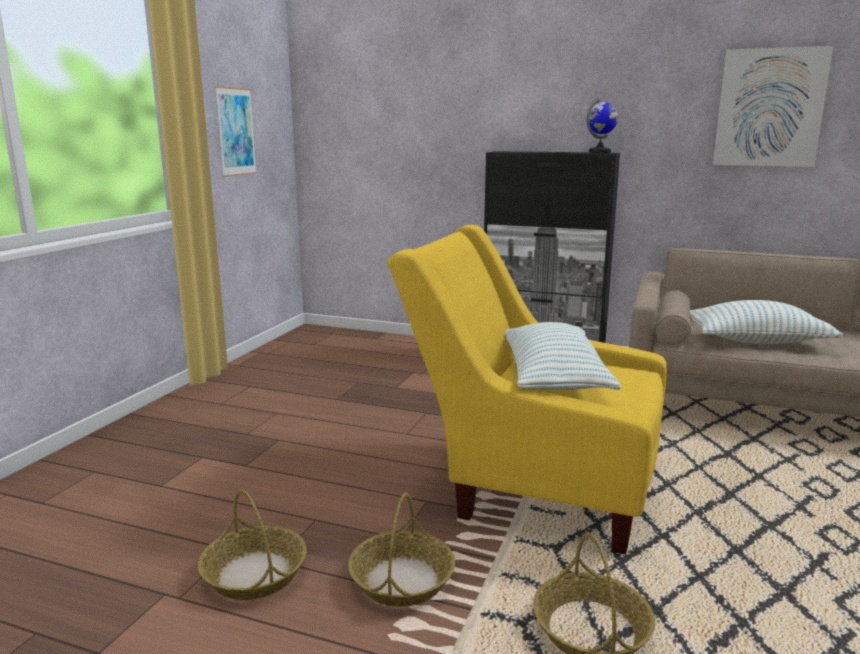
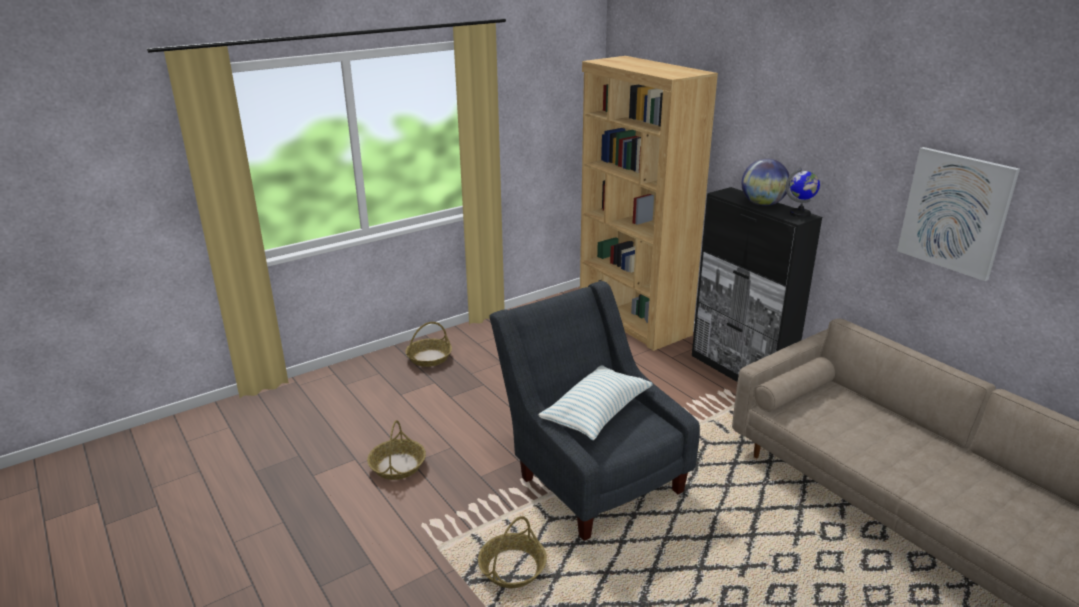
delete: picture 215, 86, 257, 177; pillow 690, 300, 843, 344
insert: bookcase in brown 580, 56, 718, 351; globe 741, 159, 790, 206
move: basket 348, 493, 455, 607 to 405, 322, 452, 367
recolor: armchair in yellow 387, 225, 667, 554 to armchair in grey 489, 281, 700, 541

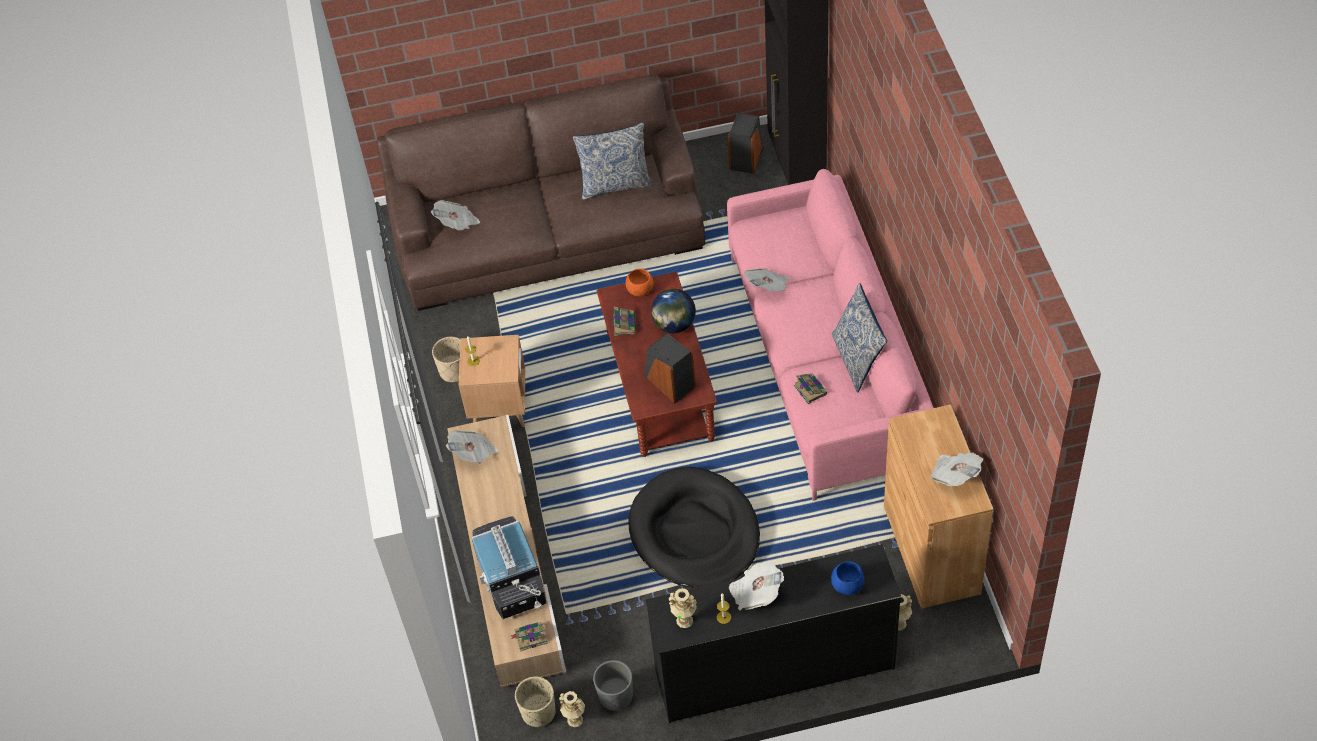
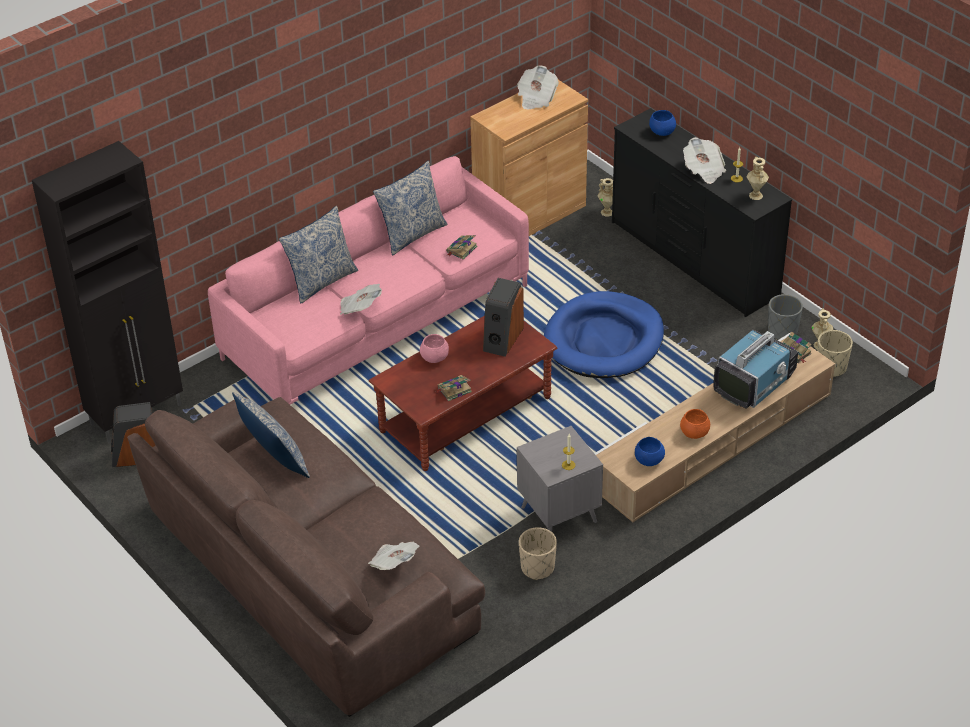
insert: pillow 279, 206, 358, 303
move: bowl in orange 626, 269, 654, 296 to 680, 409, 710, 439
replace: globe 651, 289, 696, 333 to bowl in pink 420, 334, 449, 363; newspaper 446, 430, 498, 464 to bowl in blue 635, 437, 665, 466
recolor: side table in brown 459, 335, 525, 427 to side table in grey 517, 426, 603, 532; dog bed in black 628, 467, 760, 588 to dog bed in blue 544, 291, 664, 378

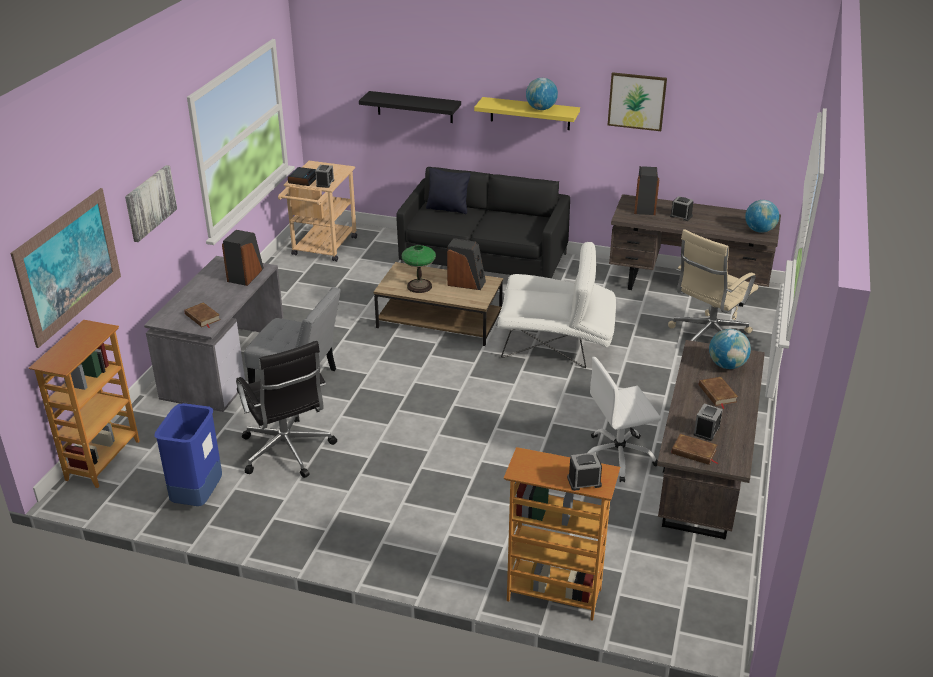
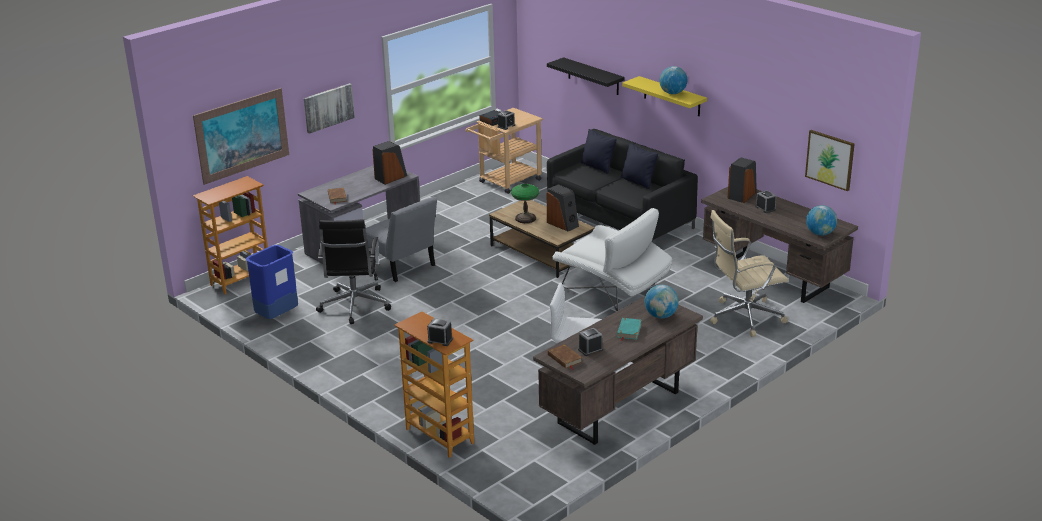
insert: pillow in black 621, 143, 658, 189
move: picture 608, 72, 667, 131 to 805, 130, 855, 191
recolor: book in brown 699, 377, 738, 409 to book in turquoise 617, 318, 641, 341

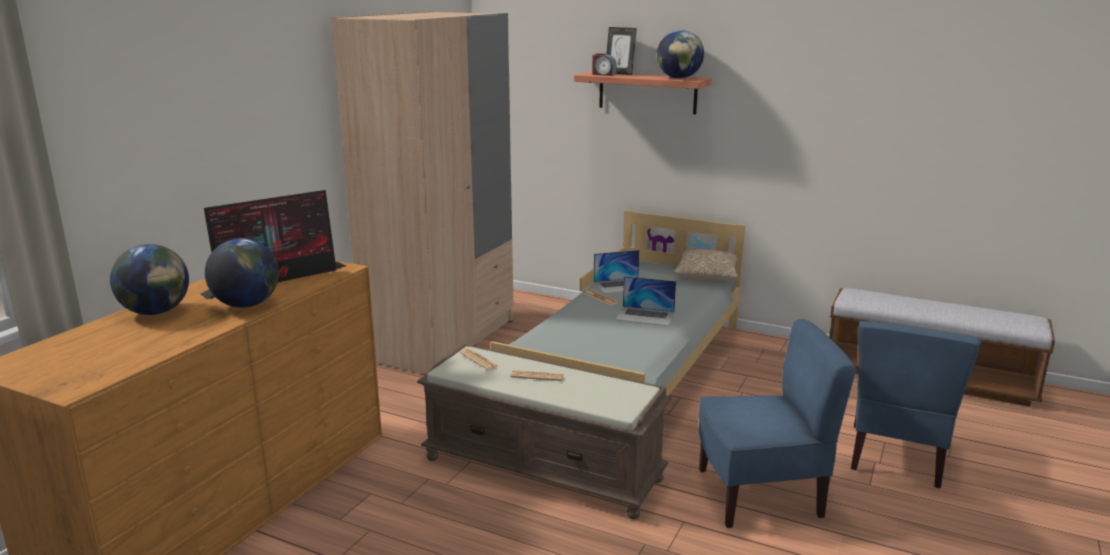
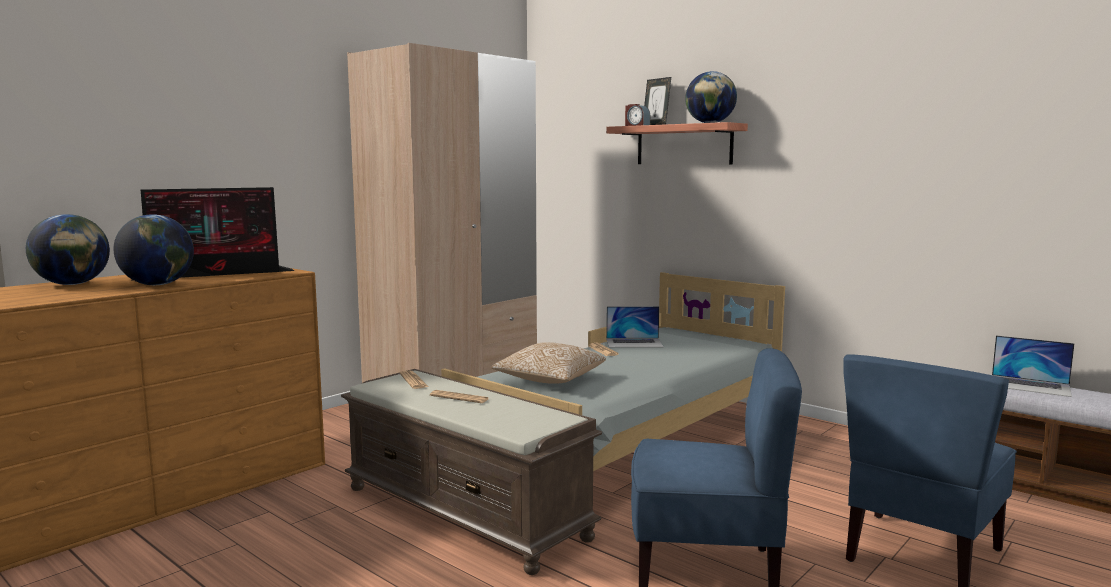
move: pillow 673, 249, 739, 280 to 491, 342, 606, 384; laptop 615, 276, 676, 326 to 992, 335, 1075, 397

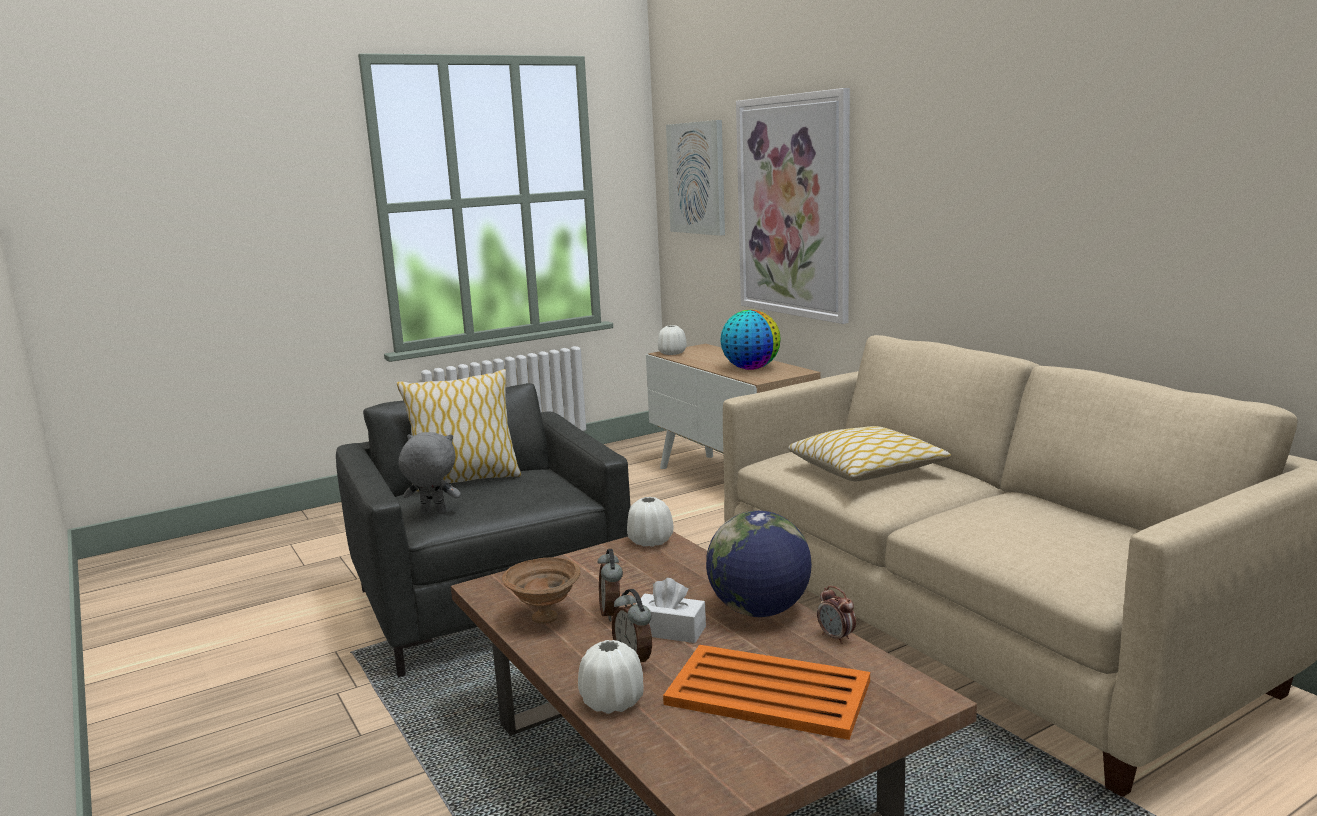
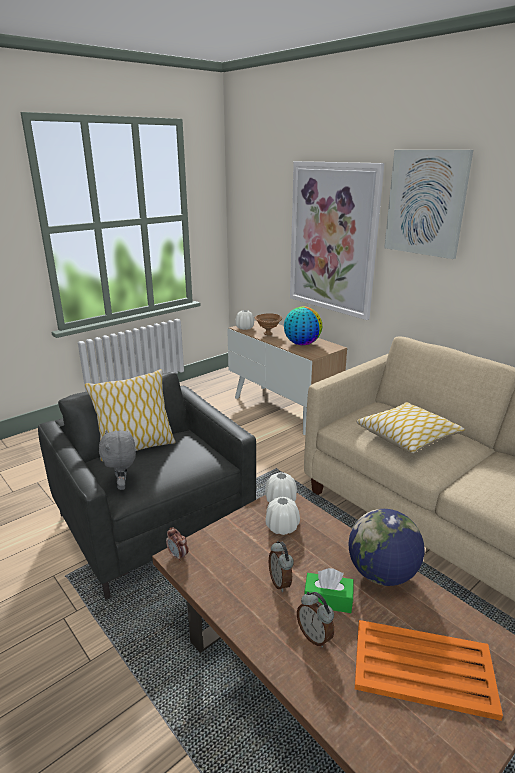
move: alarm clock 817, 586, 856, 644 to 166, 527, 189, 562; bowl in brown 502, 557, 580, 624 to 255, 313, 282, 335; vase in white 578, 640, 644, 714 to 266, 497, 300, 535; picture 666, 120, 725, 236 to 384, 150, 473, 259
recolor: tissue box in white 636, 578, 706, 643 to tissue box in green 304, 568, 354, 613
rotate: plush toy in grey 399, 432, 461, 514 = 99, 429, 136, 490 105 degrees counterclockwise

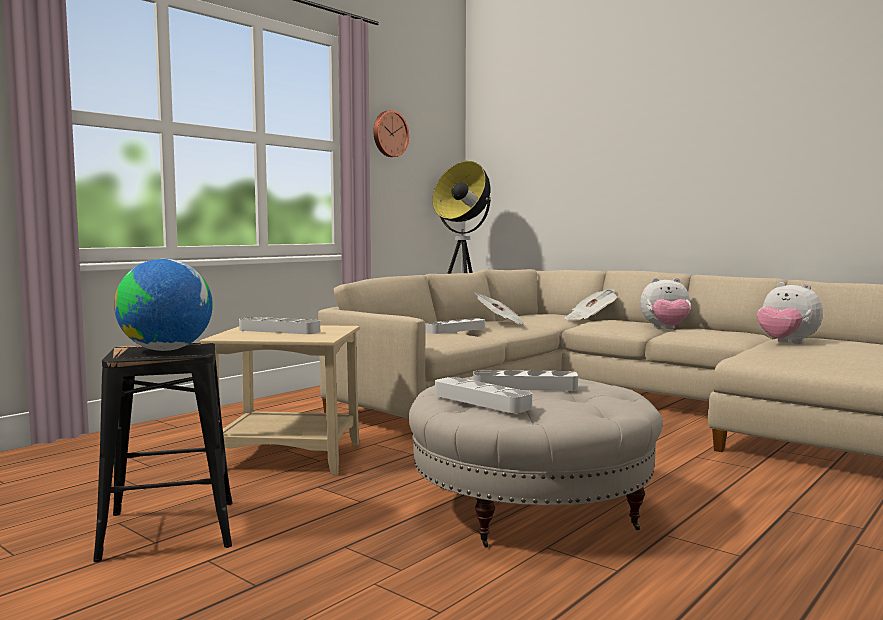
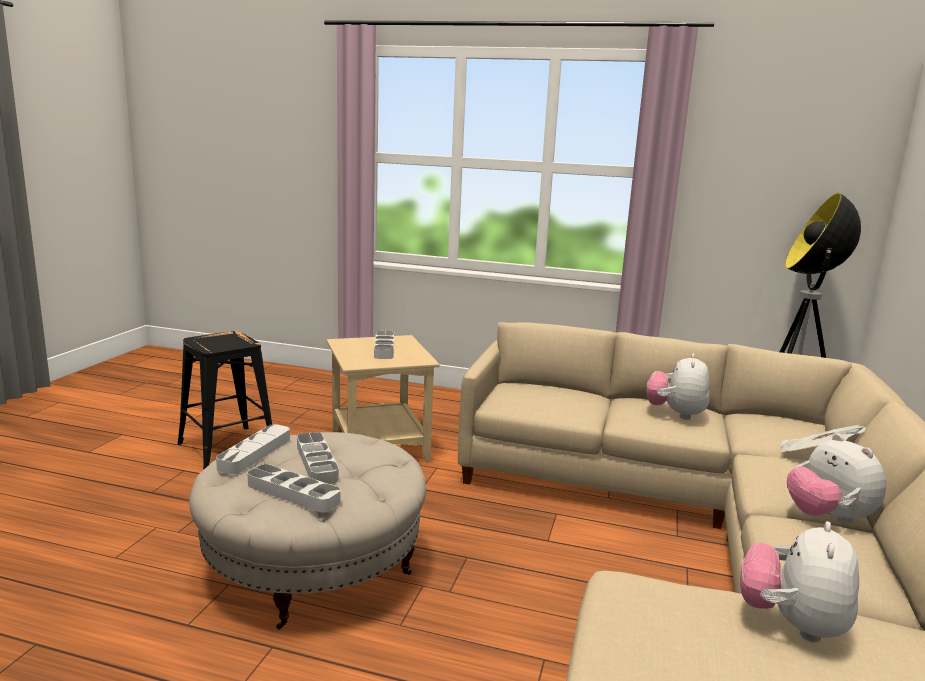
delete: globe 114, 259, 213, 351; wall clock 373, 110, 409, 157
move: tray in grey 425, 318, 485, 334 to 247, 464, 341, 512
replace: newspaper 475, 293, 525, 325 to plush toy 646, 353, 710, 420

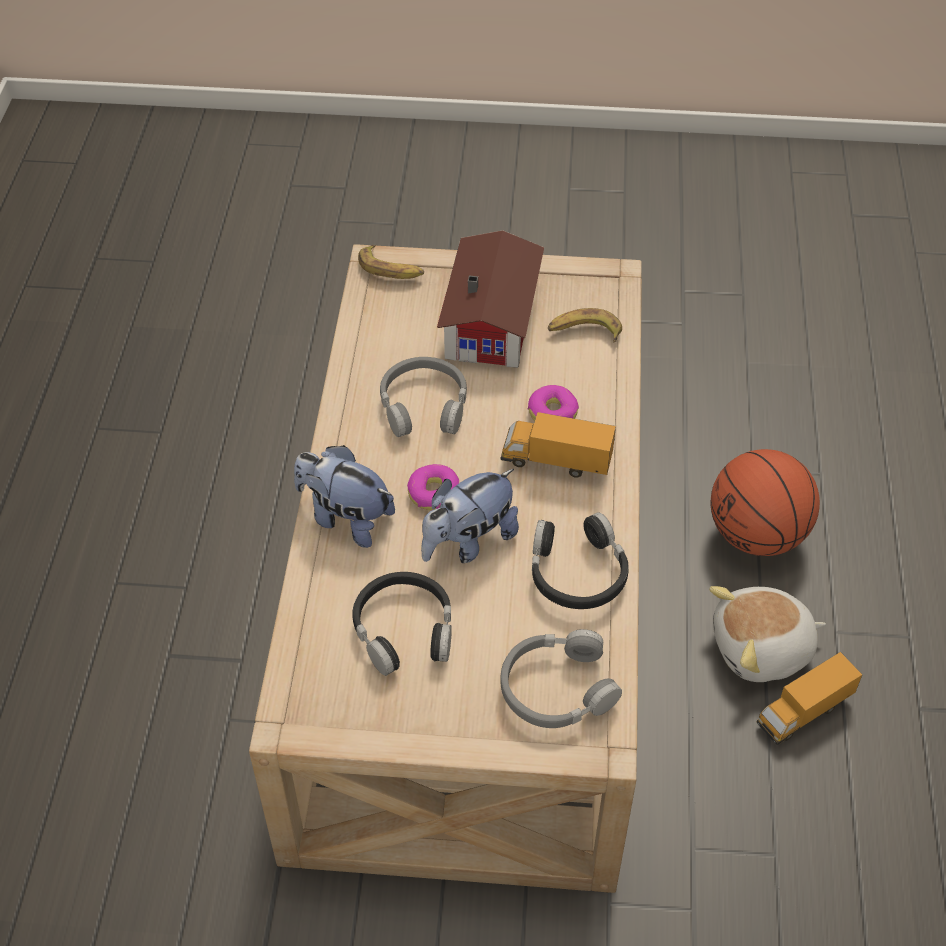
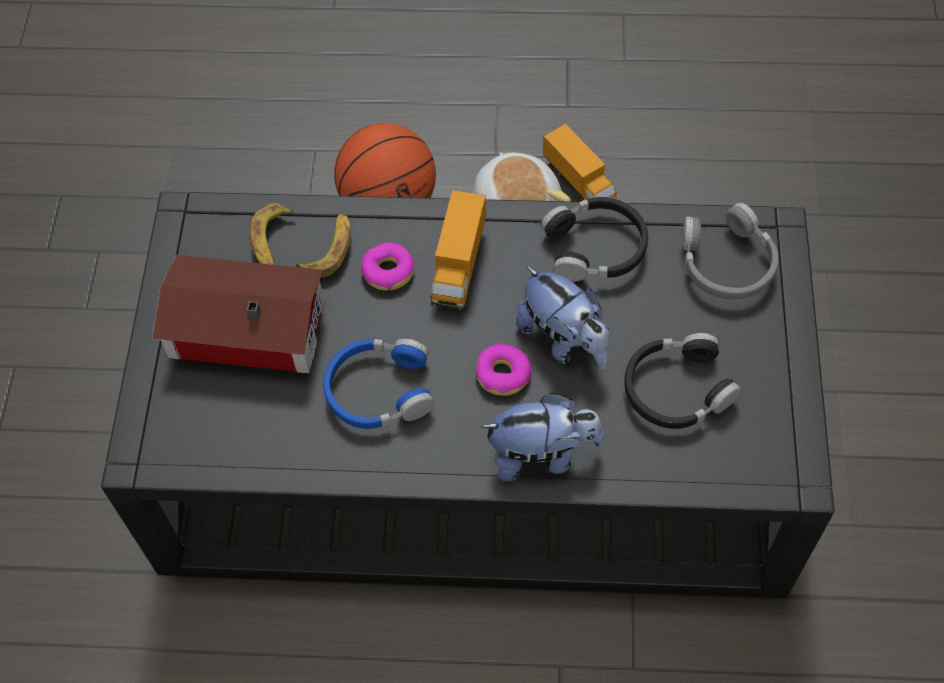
move: banana 358, 245, 424, 279 to 296, 213, 351, 278
recolor: coffee table in beige 249, 244, 642, 893 to coffee table in black 101, 192, 834, 598; headphones in grey 380, 357, 467, 437 to headphones in blue 323, 338, 434, 429
rotate: plush toy 294, 445, 395, 548 = 481, 393, 604, 482 120 degrees counterclockwise

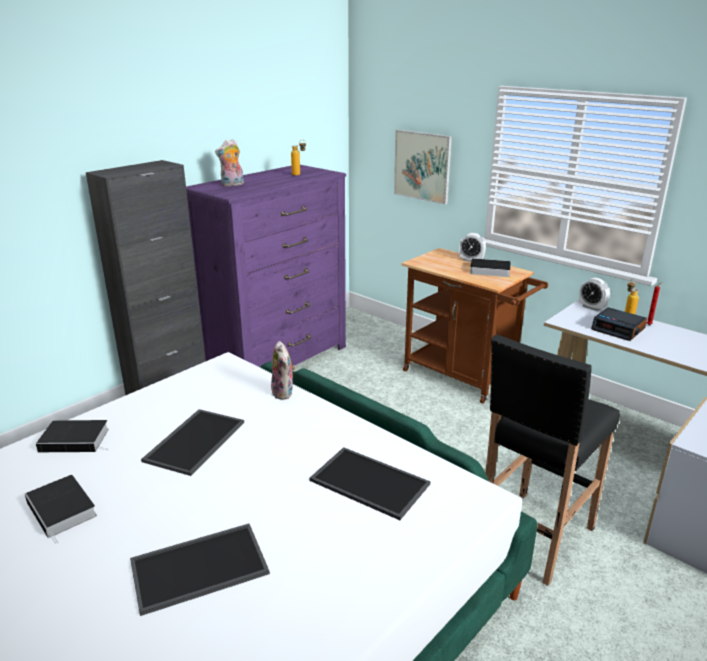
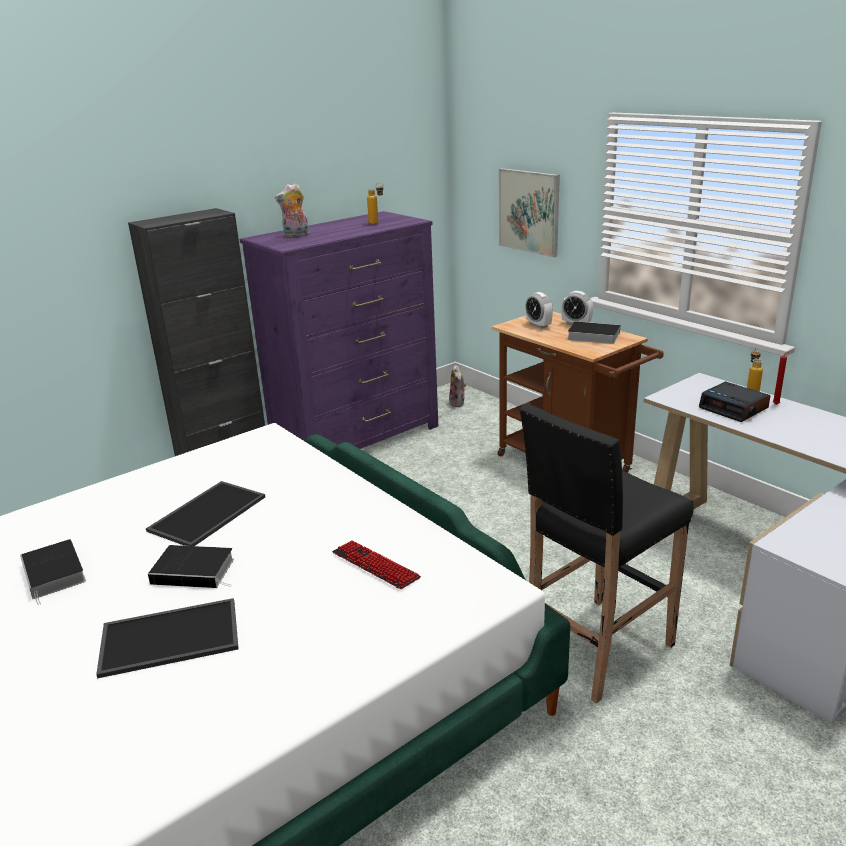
move: book 36, 420, 109, 452 to 148, 545, 234, 588; plush toy 271, 341, 295, 400 to 449, 365, 467, 407; alarm clock 579, 278, 610, 311 to 525, 292, 553, 329
replace: tray 310, 447, 430, 520 to keyboard 332, 540, 421, 589

